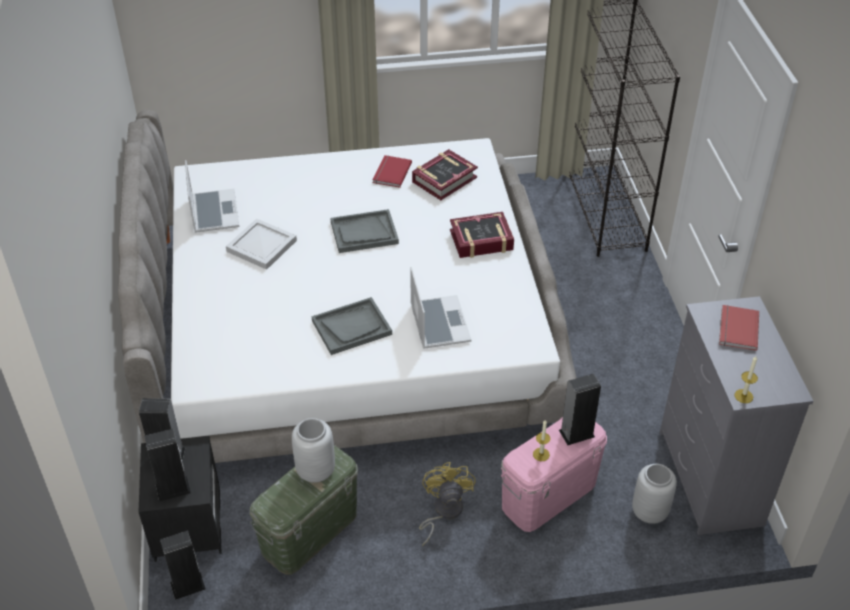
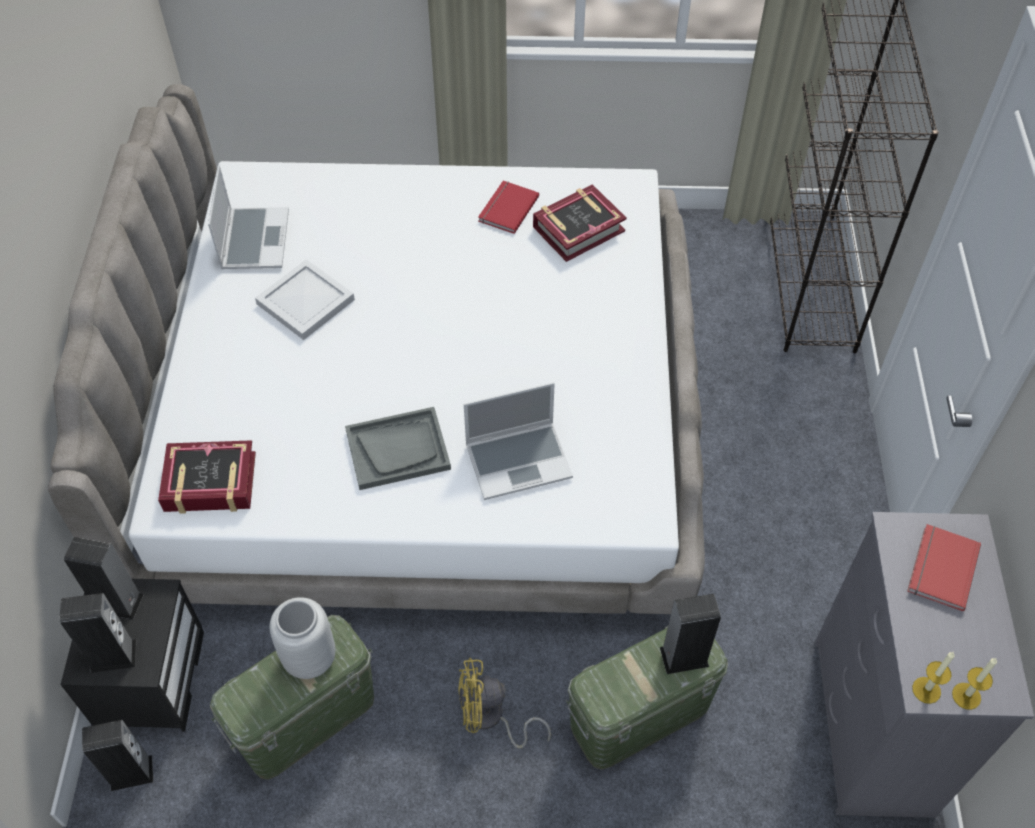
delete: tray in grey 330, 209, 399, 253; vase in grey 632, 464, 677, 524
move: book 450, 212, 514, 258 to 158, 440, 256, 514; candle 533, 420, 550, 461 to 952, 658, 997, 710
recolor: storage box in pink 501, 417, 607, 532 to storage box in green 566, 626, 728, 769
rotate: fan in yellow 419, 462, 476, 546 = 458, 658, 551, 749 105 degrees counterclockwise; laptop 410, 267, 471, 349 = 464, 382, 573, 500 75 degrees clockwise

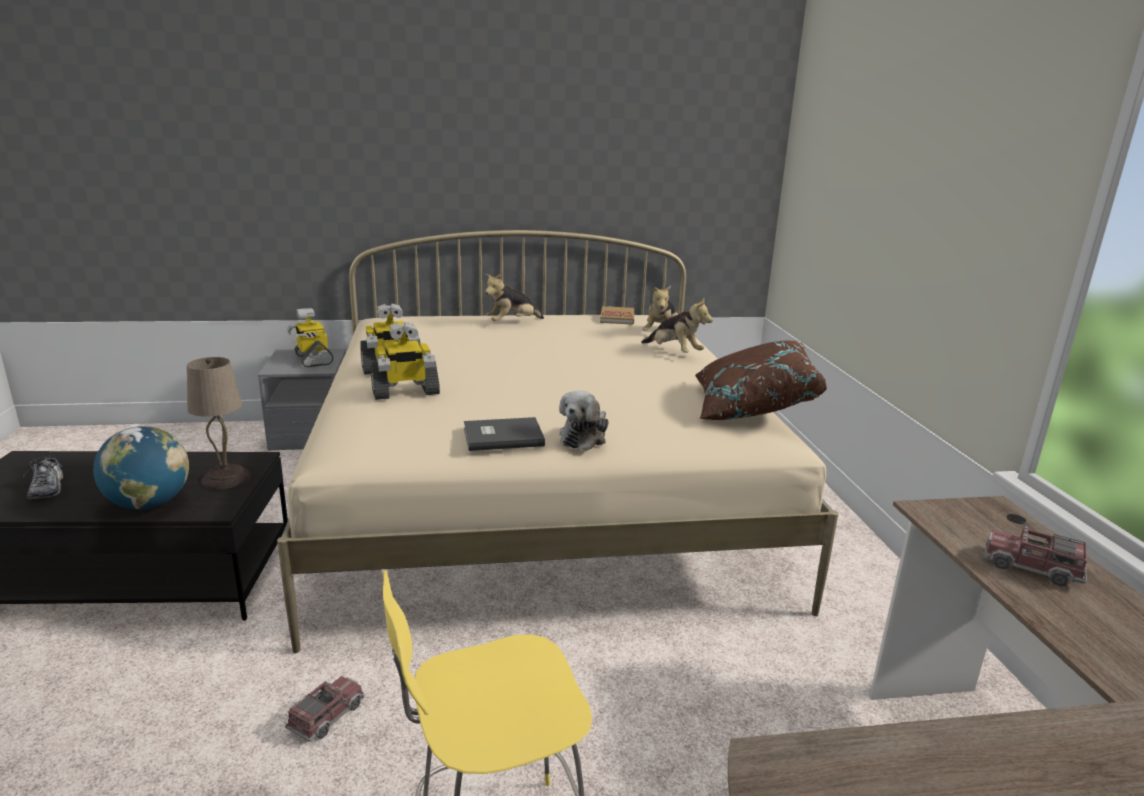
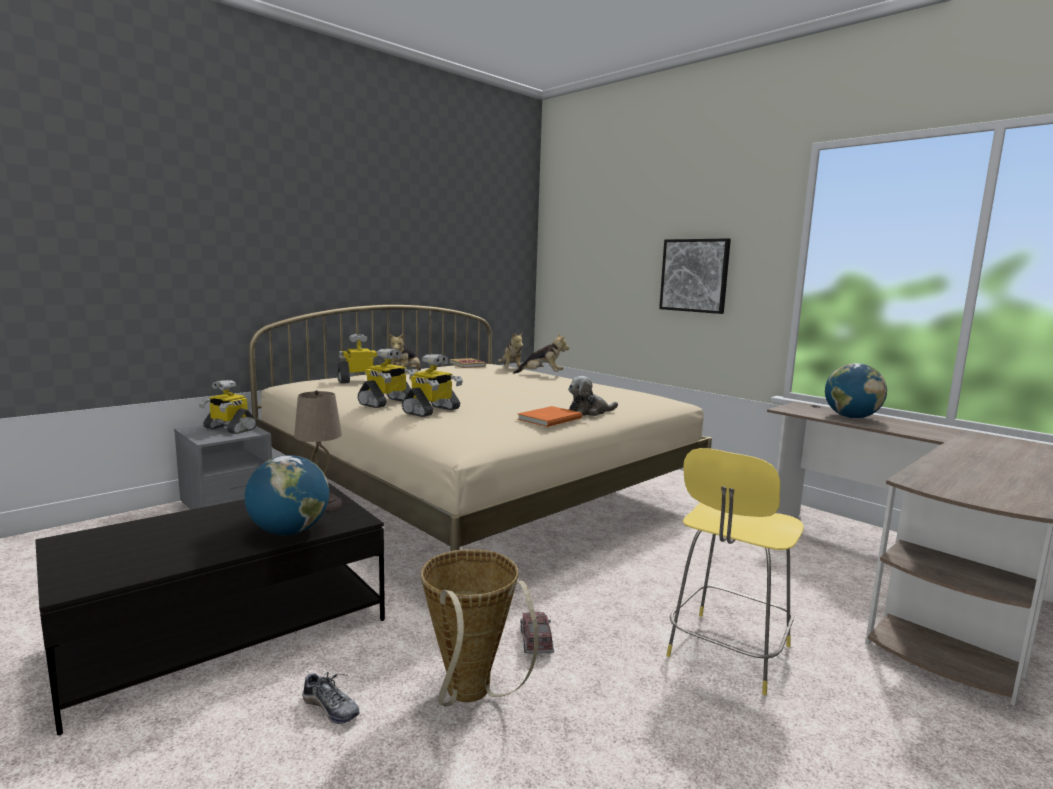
delete: pillow in brown 695, 341, 827, 420
insert: toy robot 337, 334, 381, 383; basket 421, 549, 539, 707; picture 659, 238, 731, 314
move: shoe 23, 456, 63, 499 to 302, 672, 359, 724
replace: toy truck 984, 527, 1087, 587 to globe 825, 363, 887, 419
recolor: book in grey 464, 417, 545, 451 to book in orange 517, 406, 582, 427
rotate: plush toy 559, 390, 609, 451 = 568, 376, 618, 416 75 degrees clockwise

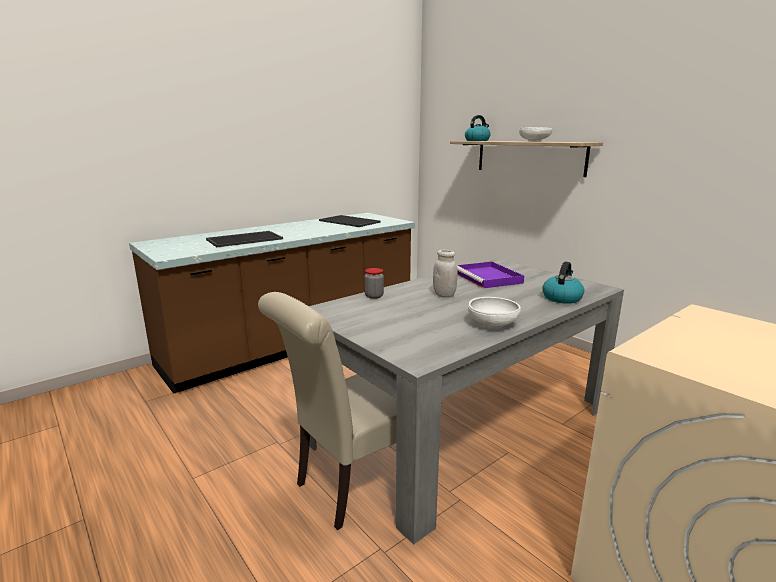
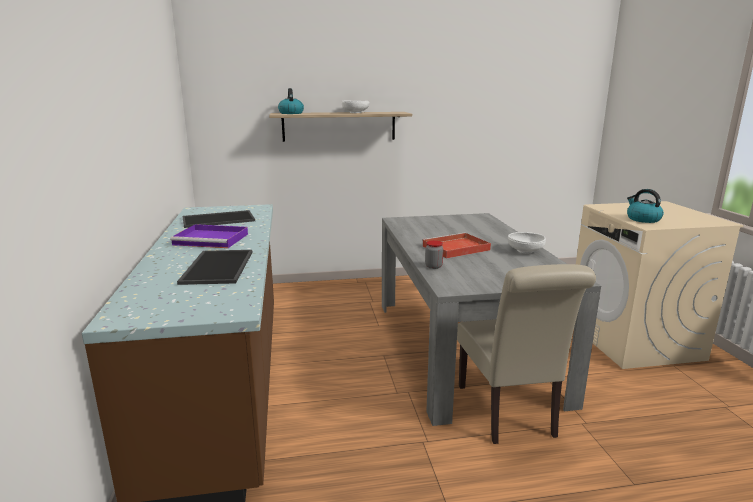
move: tray in purple 457, 262, 524, 289 to 170, 224, 248, 248; kettle 542, 262, 584, 304 to 627, 189, 664, 223
replace: jar in white 433, 250, 457, 298 to tray in red 422, 232, 491, 259

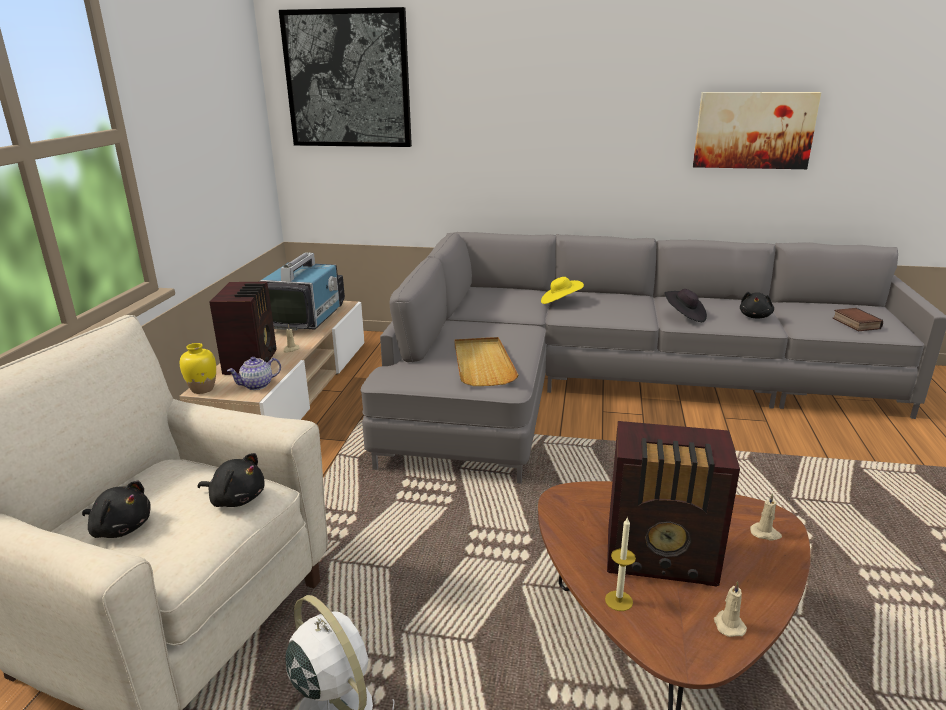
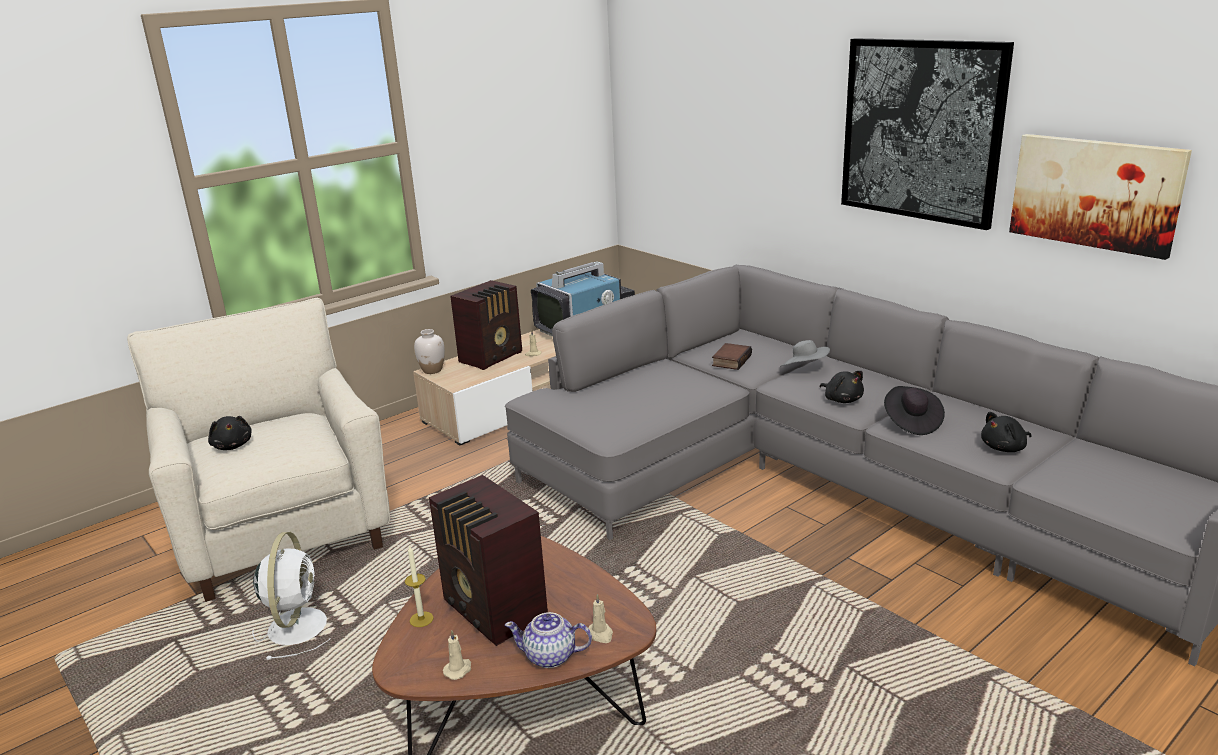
delete: tray in beige 454, 337, 518, 386
move: teapot 227, 357, 281, 390 to 505, 612, 592, 668; book 833, 308, 883, 331 to 712, 343, 752, 370; plush toy in black 198, 453, 265, 507 to 820, 371, 864, 403; picture 279, 7, 412, 147 to 841, 38, 1014, 230
recolor: vase in yellow 180, 343, 216, 394 to vase in white 414, 329, 445, 374; hat in yellow 541, 277, 584, 304 to hat in grey 780, 340, 830, 367

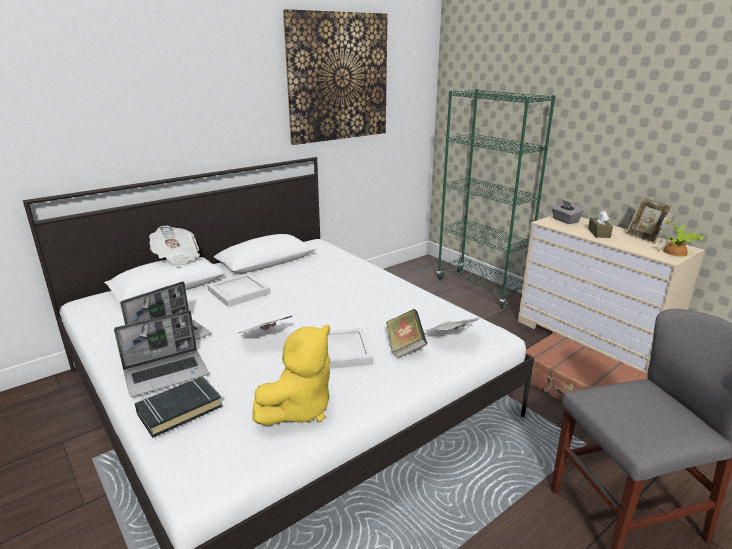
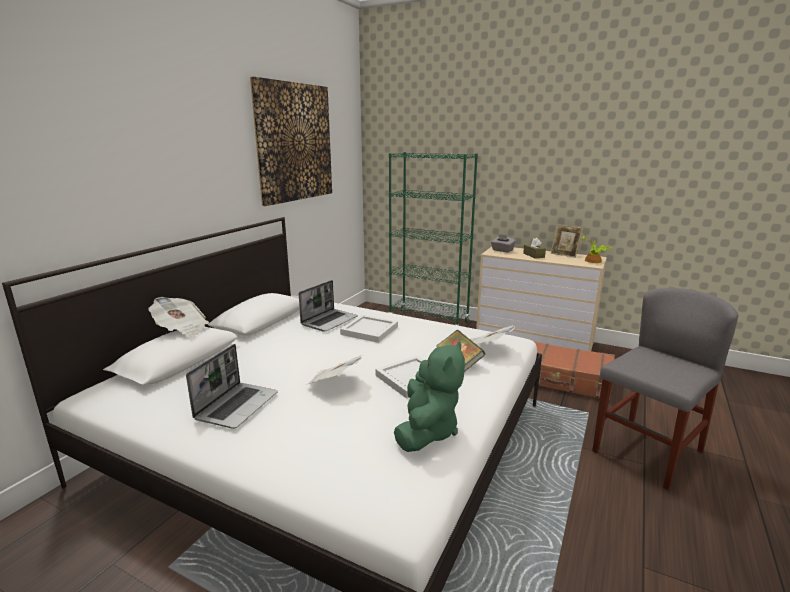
delete: book in black 135, 376, 223, 438
move: laptop 114, 310, 209, 397 to 299, 280, 358, 332; tray in white 207, 273, 271, 307 to 340, 315, 398, 343
recolor: plush toy in yellow 252, 324, 330, 426 to plush toy in green 394, 341, 465, 452

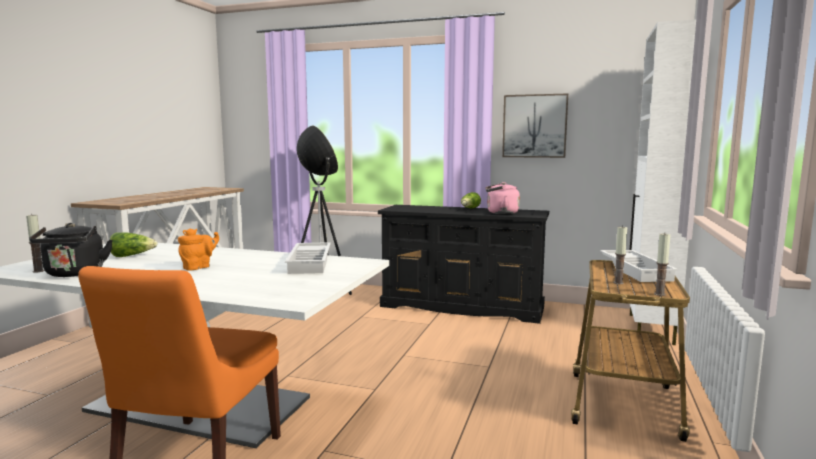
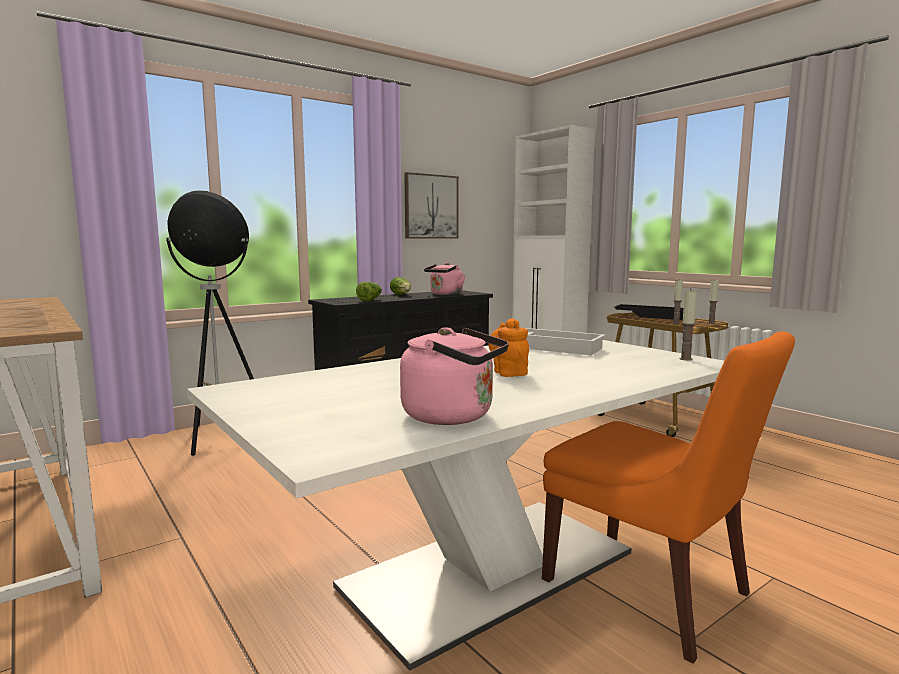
move: lettuce 110, 232, 158, 257 to 356, 282, 382, 301; candle 26, 213, 45, 273 to 680, 289, 697, 361
recolor: kettle in black 29, 223, 113, 277 to kettle in pink 400, 327, 509, 425; tray in white 600, 250, 678, 282 to tray in black 614, 304, 684, 320

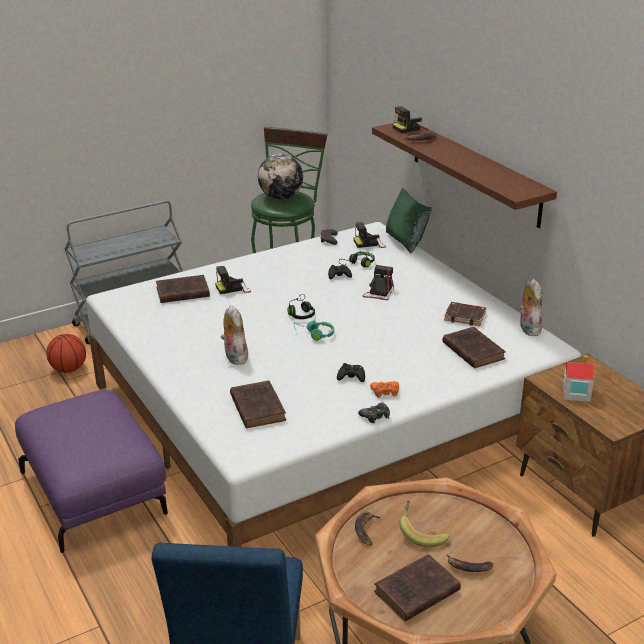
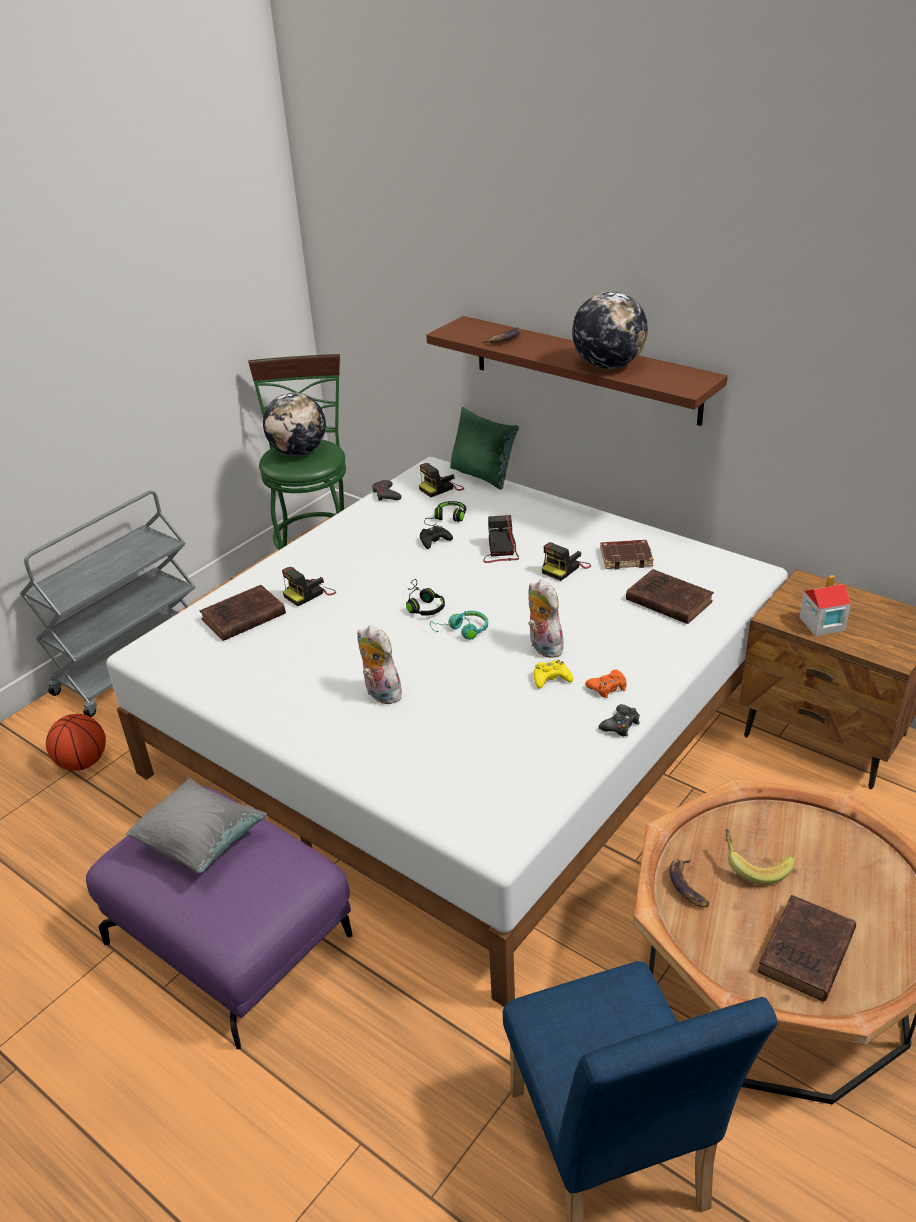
delete: book in brown 230, 381, 286, 428; banana 447, 554, 493, 572
insert: pillow in grey 126, 778, 267, 873; globe 572, 291, 648, 369
move: plush toy 519, 278, 543, 336 to 528, 580, 564, 658; photo camera 392, 106, 429, 133 to 542, 542, 591, 581
recolor: game controller in black 337, 363, 365, 382 to game controller in yellow 534, 660, 573, 688

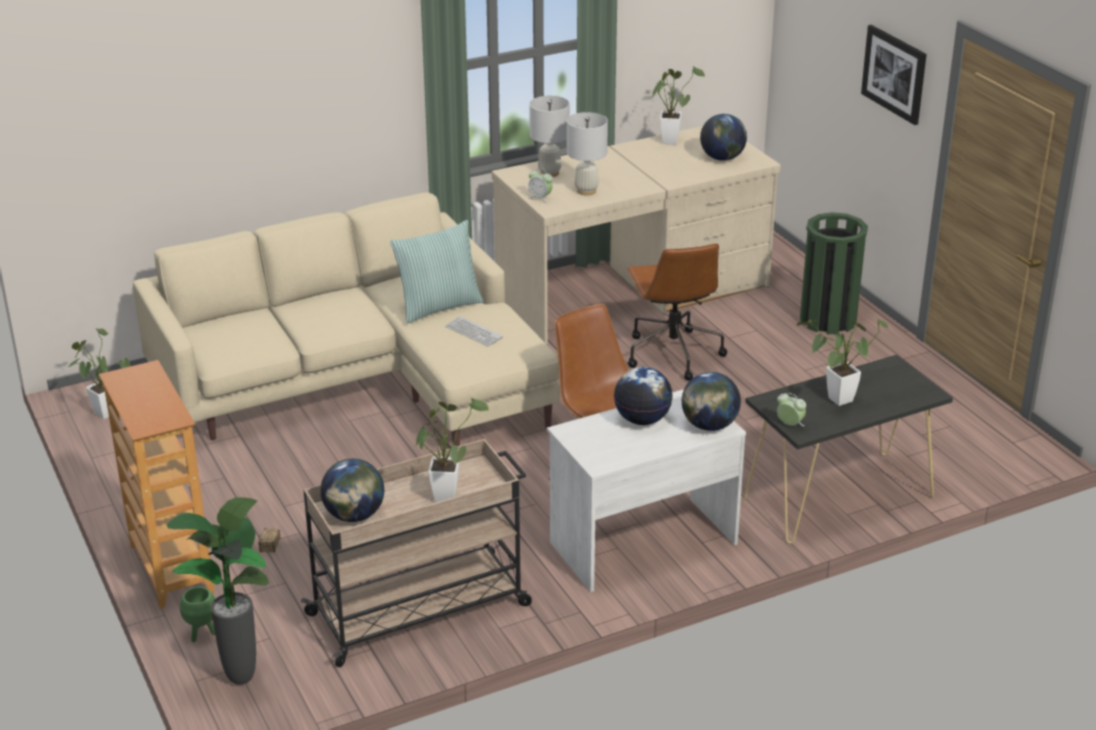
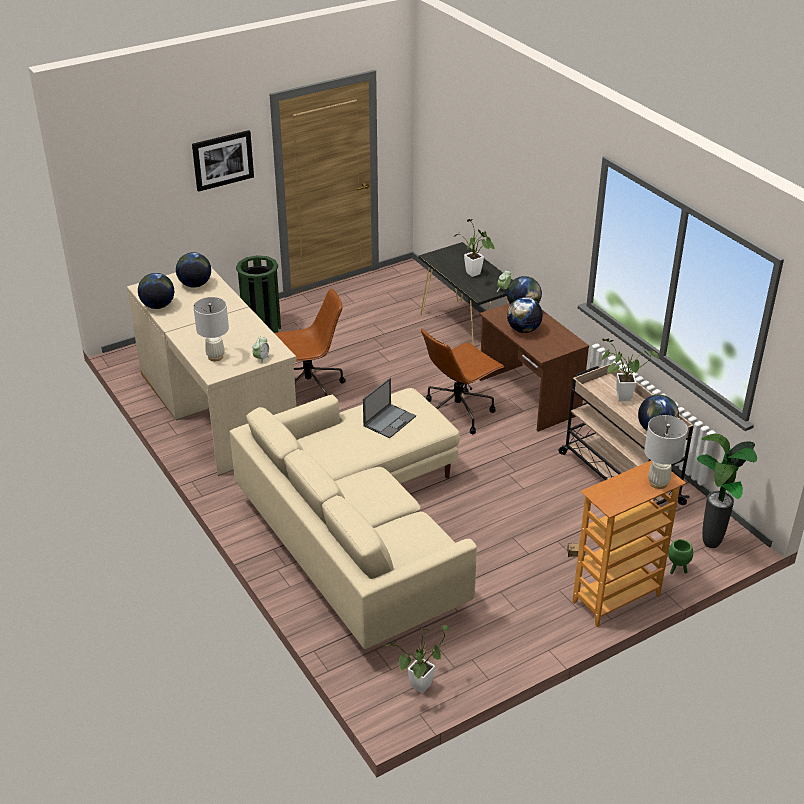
delete: pillow 390, 220, 484, 324
move: table lamp in white 567, 112, 608, 196 to 644, 415, 688, 489
replace: potted plant 652, 66, 705, 145 to globe 138, 273, 174, 309; keyboard 446, 316, 503, 347 to laptop 363, 378, 416, 438
recolor: desk in white 547, 389, 746, 592 to desk in brown 479, 303, 589, 432

